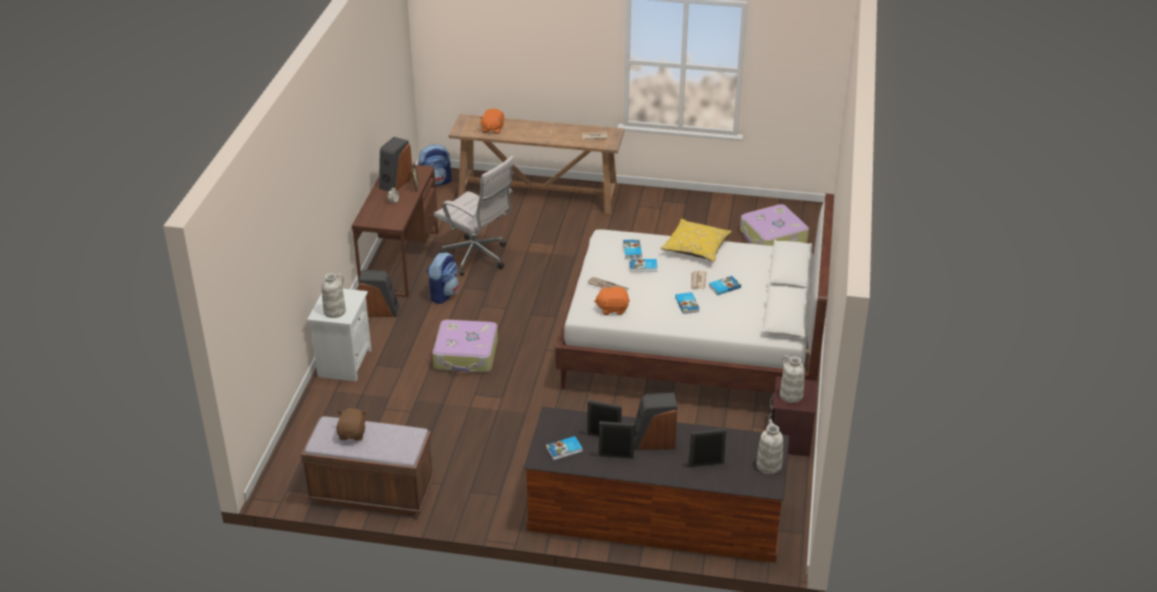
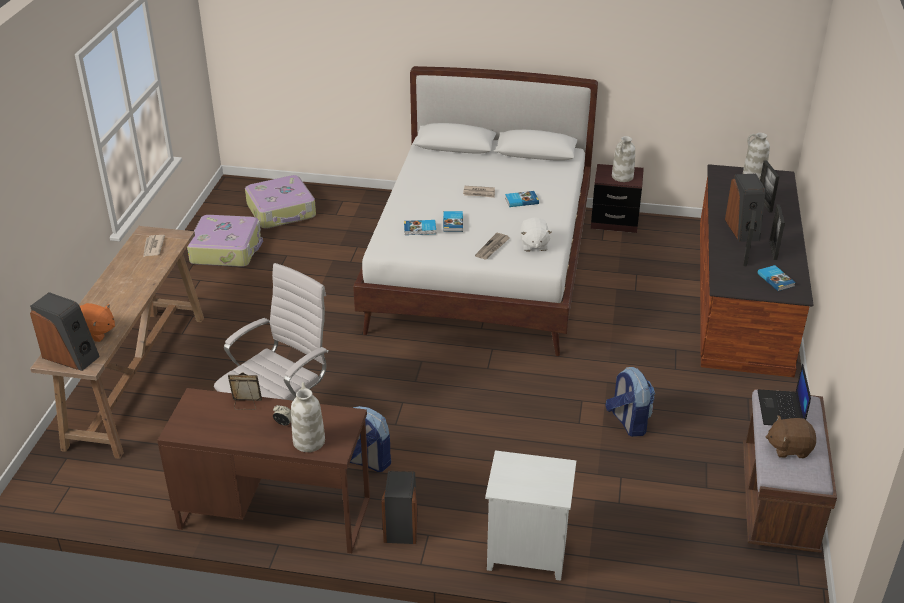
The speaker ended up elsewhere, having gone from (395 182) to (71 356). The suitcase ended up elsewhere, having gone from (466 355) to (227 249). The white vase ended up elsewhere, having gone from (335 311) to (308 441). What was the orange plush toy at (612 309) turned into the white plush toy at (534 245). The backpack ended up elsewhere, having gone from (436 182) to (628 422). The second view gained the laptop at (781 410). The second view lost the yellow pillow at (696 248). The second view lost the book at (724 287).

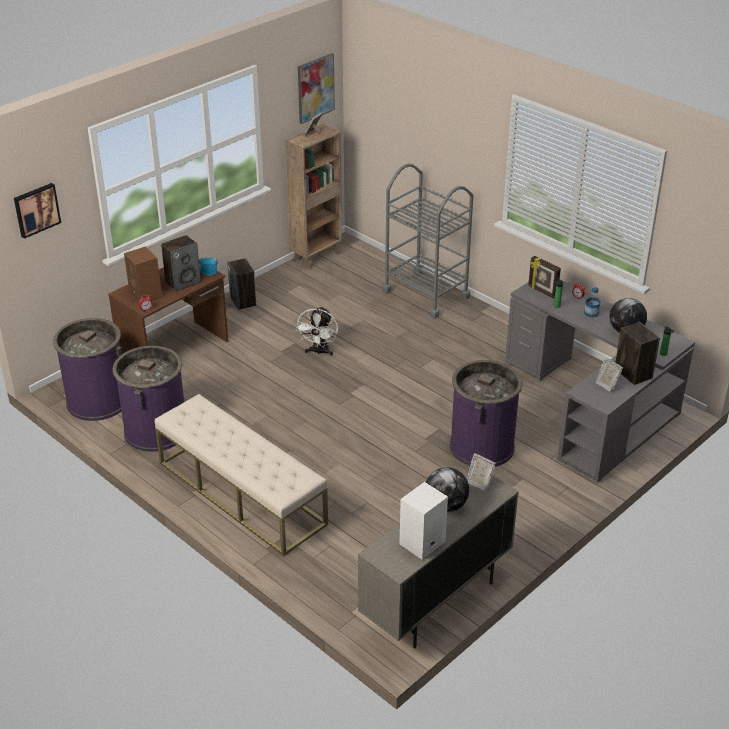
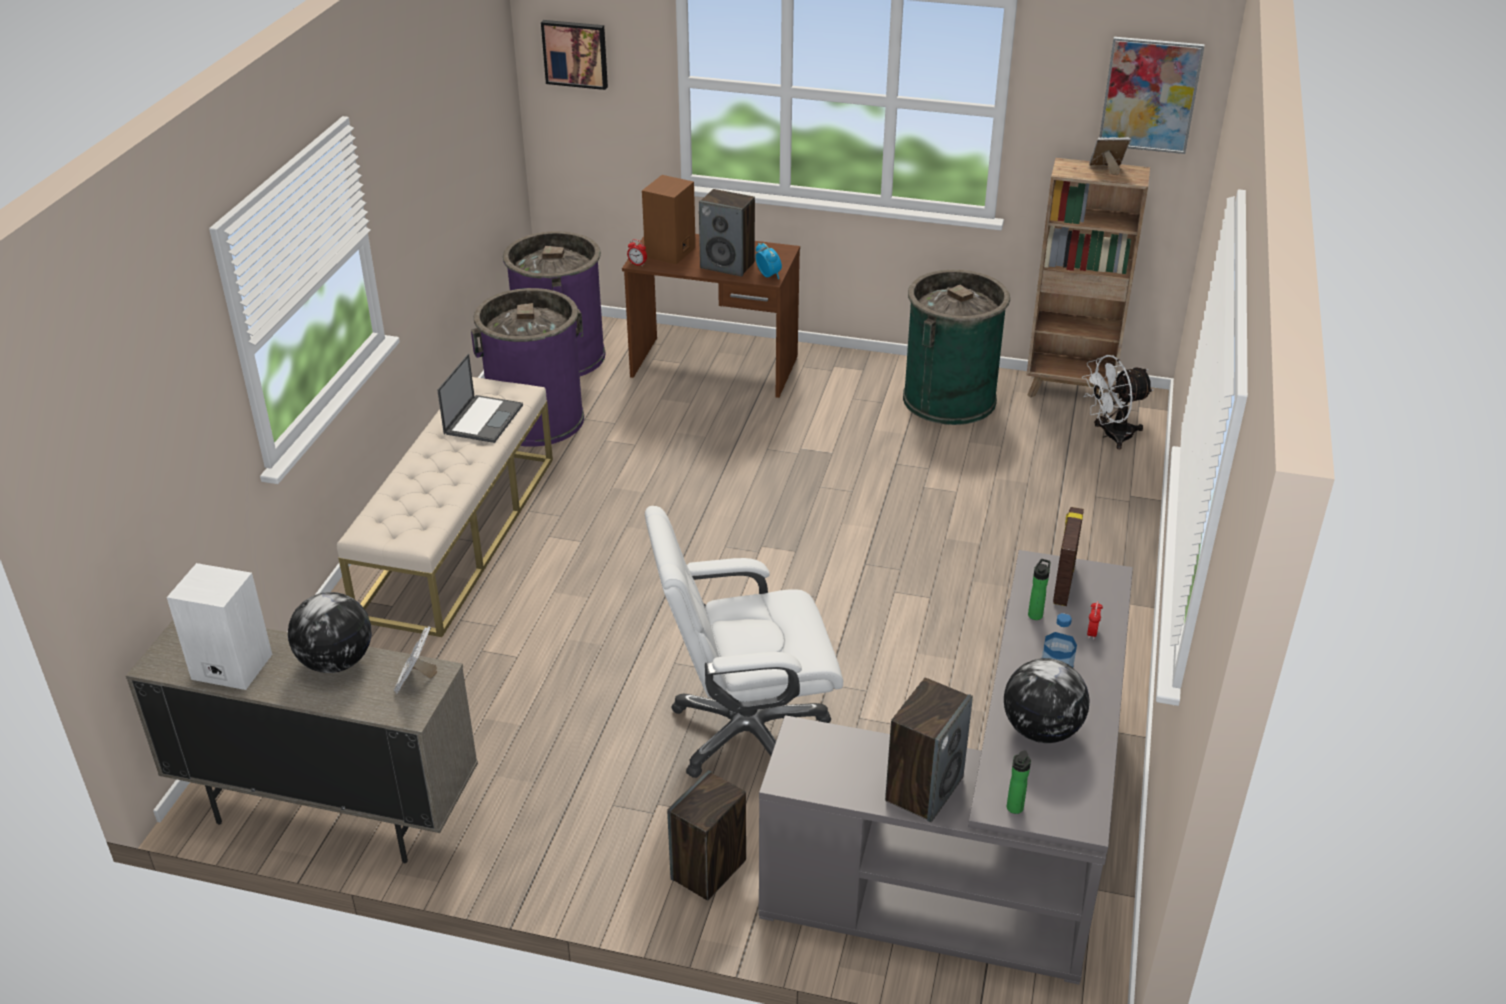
The second view gained the laptop at (483 419). Where the purple trash can stood at (482 446), the white office chair came to stand at (746 733). The speaker ended up elsewhere, having gone from (243 301) to (708 870). The second view gained the green trash can at (949 399). The white fan ended up elsewhere, having gone from (319 352) to (1110 436). The second view lost the grey cart at (426 294). The second view lost the picture frame at (606 385).

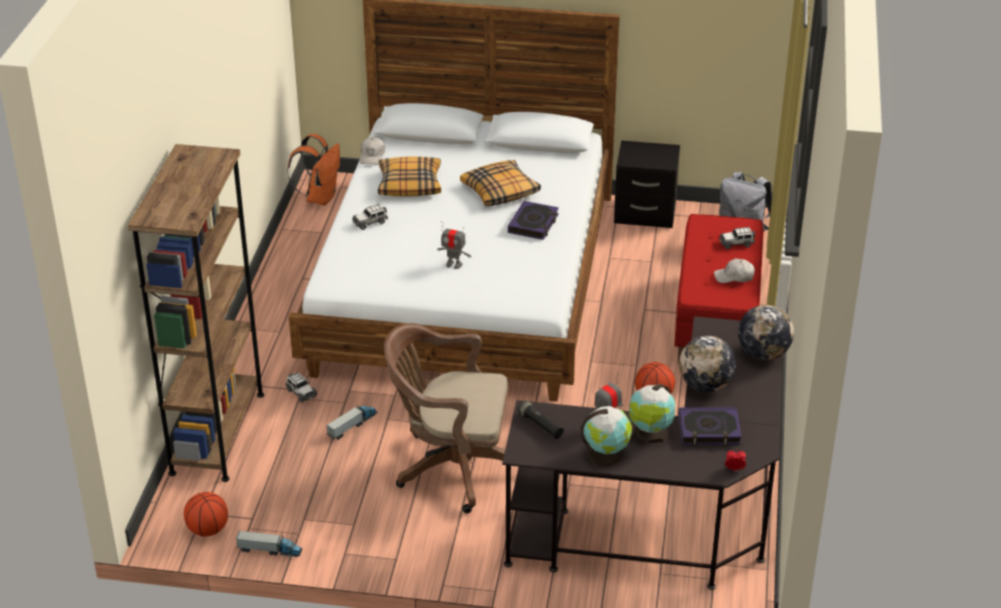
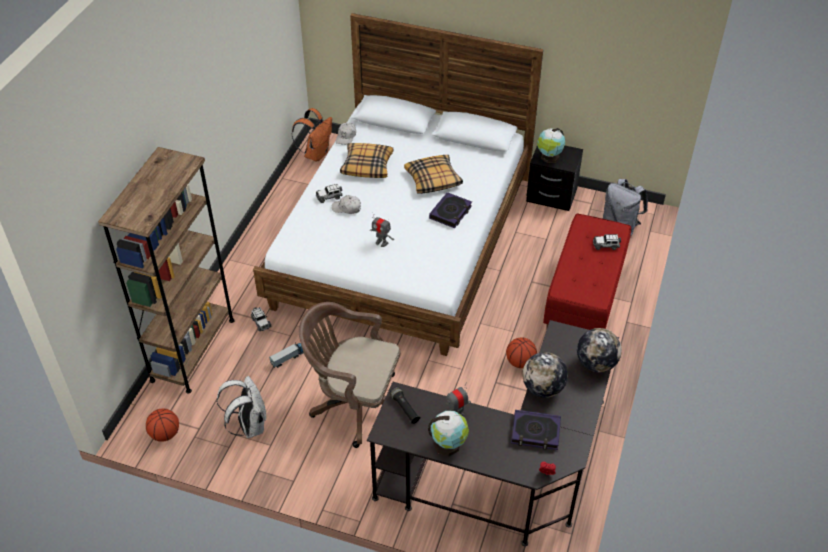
The second view gained the white backpack at (249 426). The white cap ended up elsewhere, having gone from (734 277) to (347 208). The globe ended up elsewhere, having gone from (650 433) to (549 157). The second view lost the toy truck at (270 550).

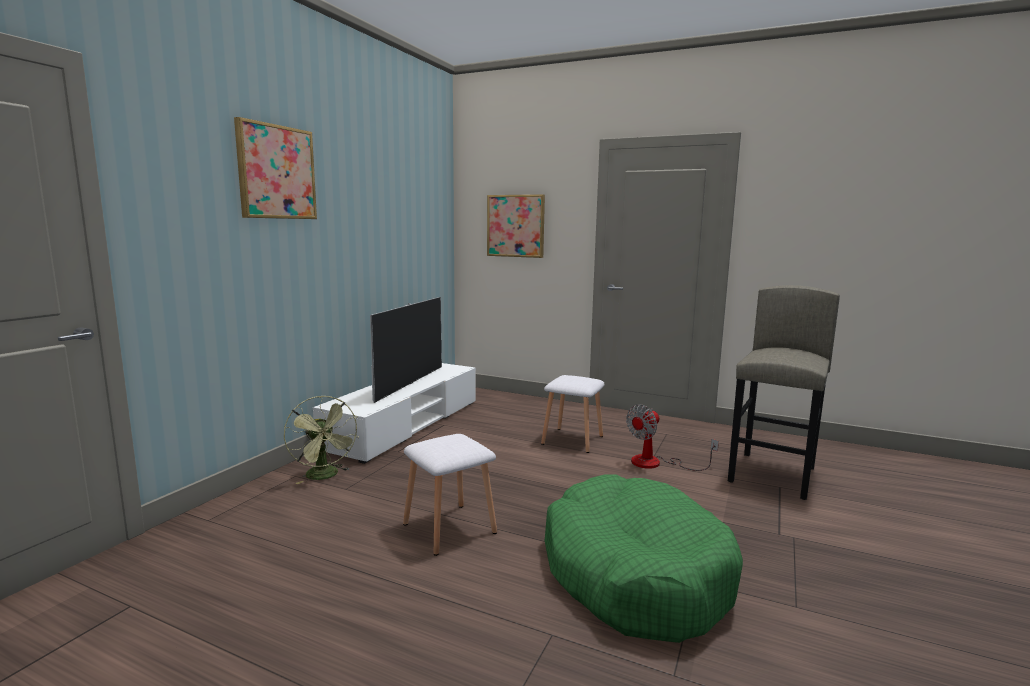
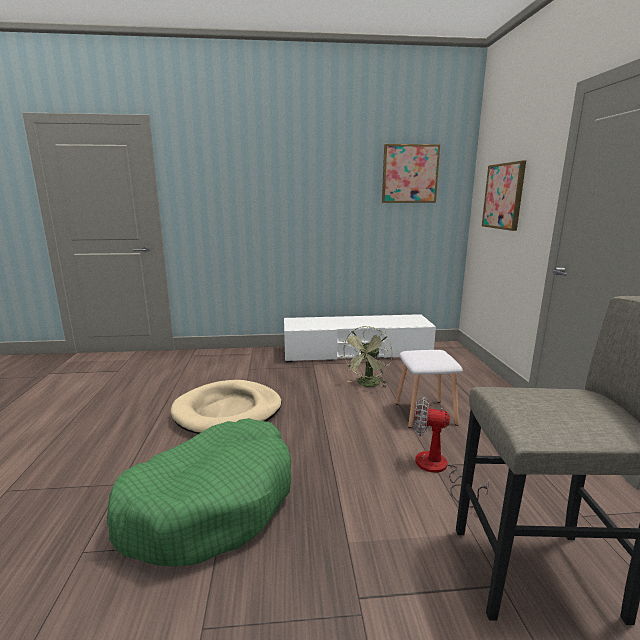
Where the white stool stood at (450 527), the beige dog bed came to stand at (228 411). The green fan ended up elsewhere, having gone from (325 476) to (367 384). The picture ended up elsewhere, having gone from (276 172) to (410 174). The second view lost the television at (410 383).

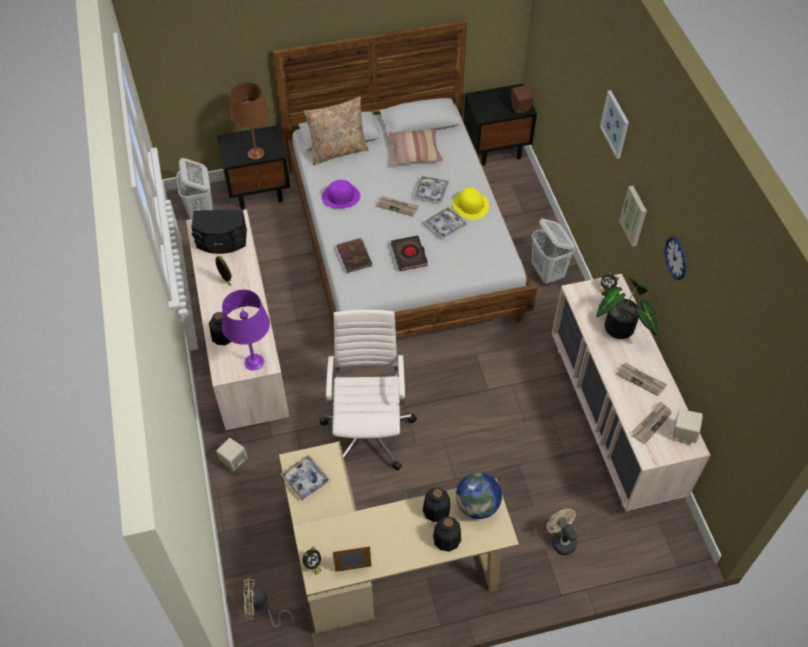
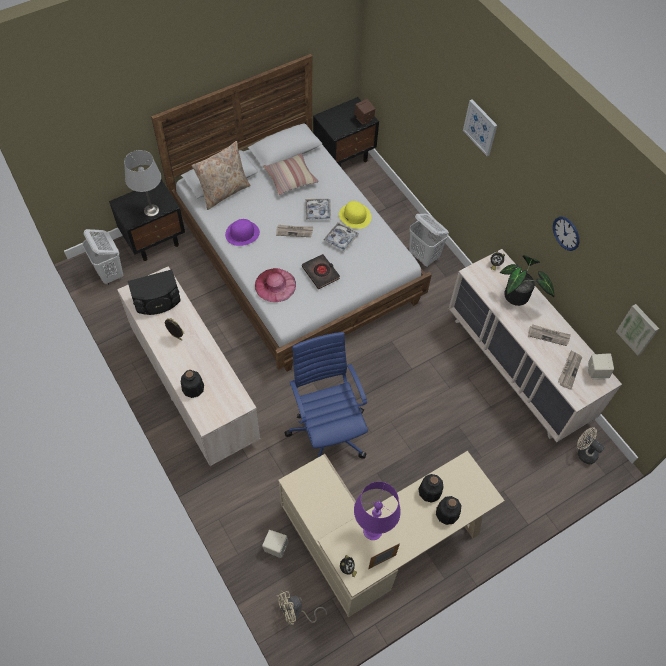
What was the brown table lamp at (256 153) turned into the grey table lamp at (151 210). Where the brown book stood at (355 256), the pink hat came to stand at (275 285). The beige speaker ended up elsewhere, having gone from (233 461) to (275 547). What was the white office chair at (368 430) turned into the blue office chair at (328 431). The purple table lamp ended up elsewhere, having gone from (254 362) to (372 530). The beige fan ended up elsewhere, having gone from (561 540) to (584 452). The picture ended up elsewhere, having gone from (634 216) to (638 329). The second view lost the tray at (305 480). The second view lost the globe at (477 505).

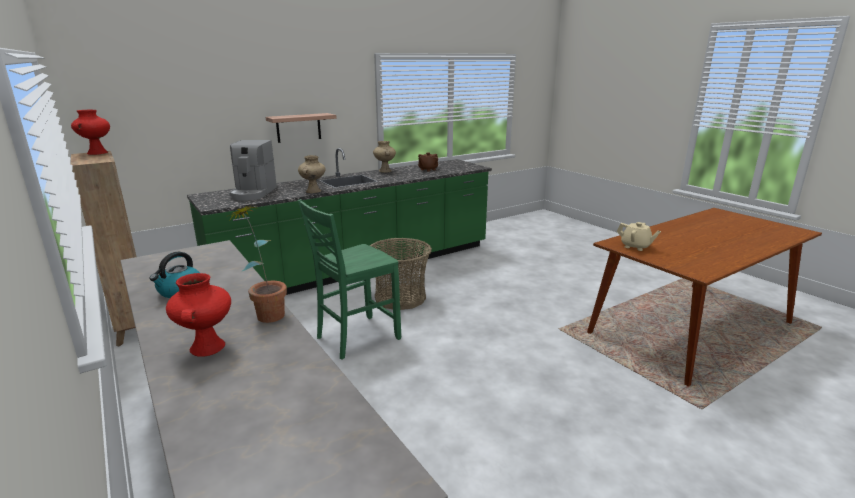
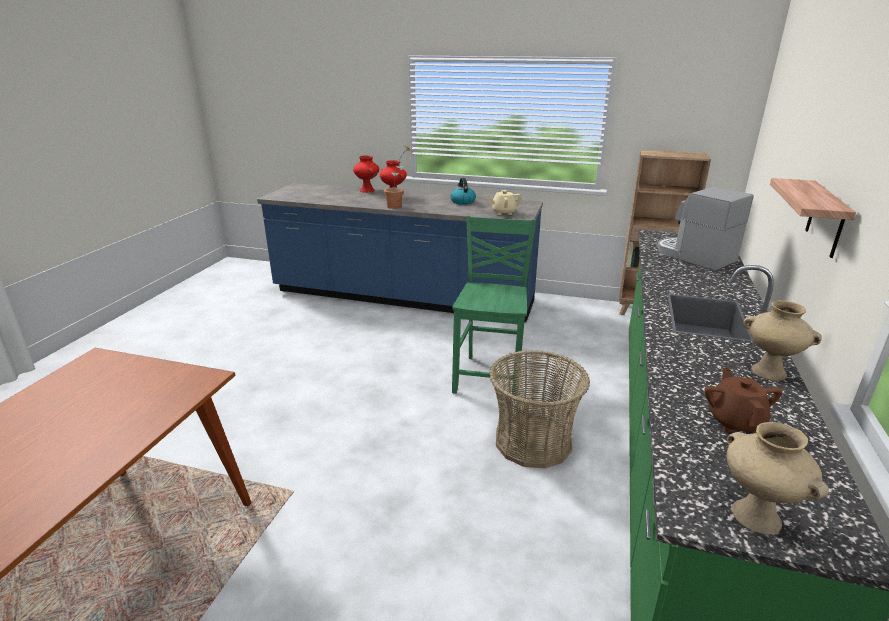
The red vase ended up elsewhere, having gone from (97 153) to (367 190). The beige teapot ended up elsewhere, having gone from (635 246) to (503 212). The beige vase ended up elsewhere, having gone from (313 191) to (754 516).

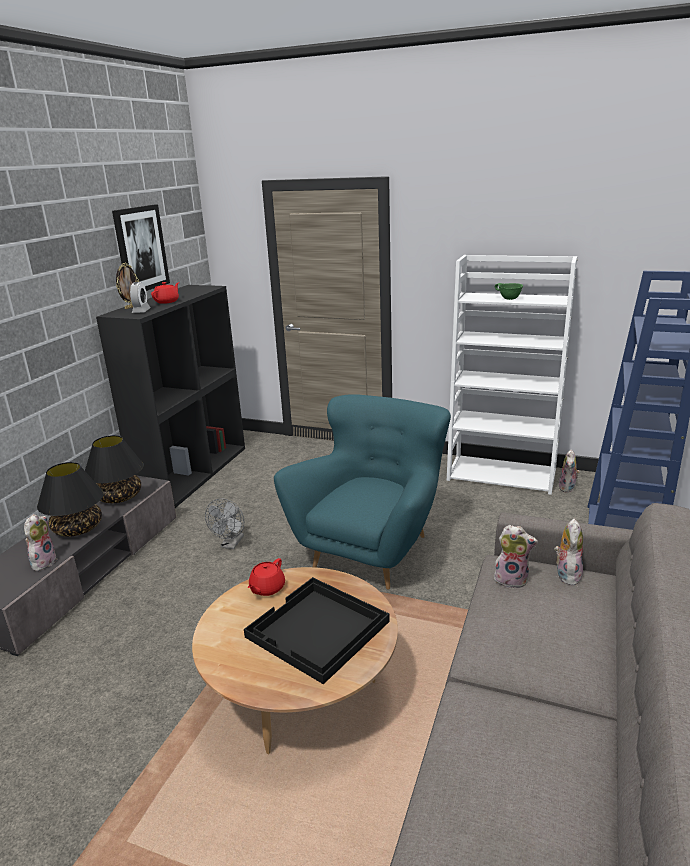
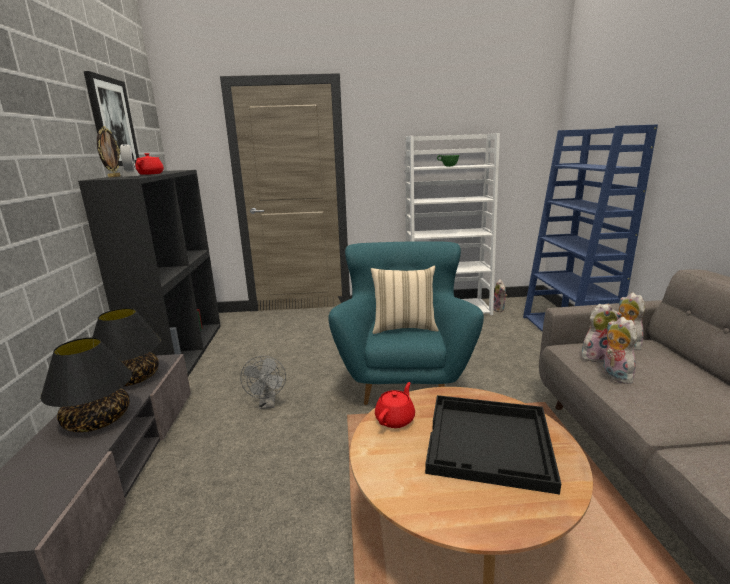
The second view gained the beige pillow at (404 327). The red teapot at (267 588) ended up facing another way, 150 degrees counterclockwise from before. The plush toy ended up elsewhere, having gone from (43 562) to (614 375).

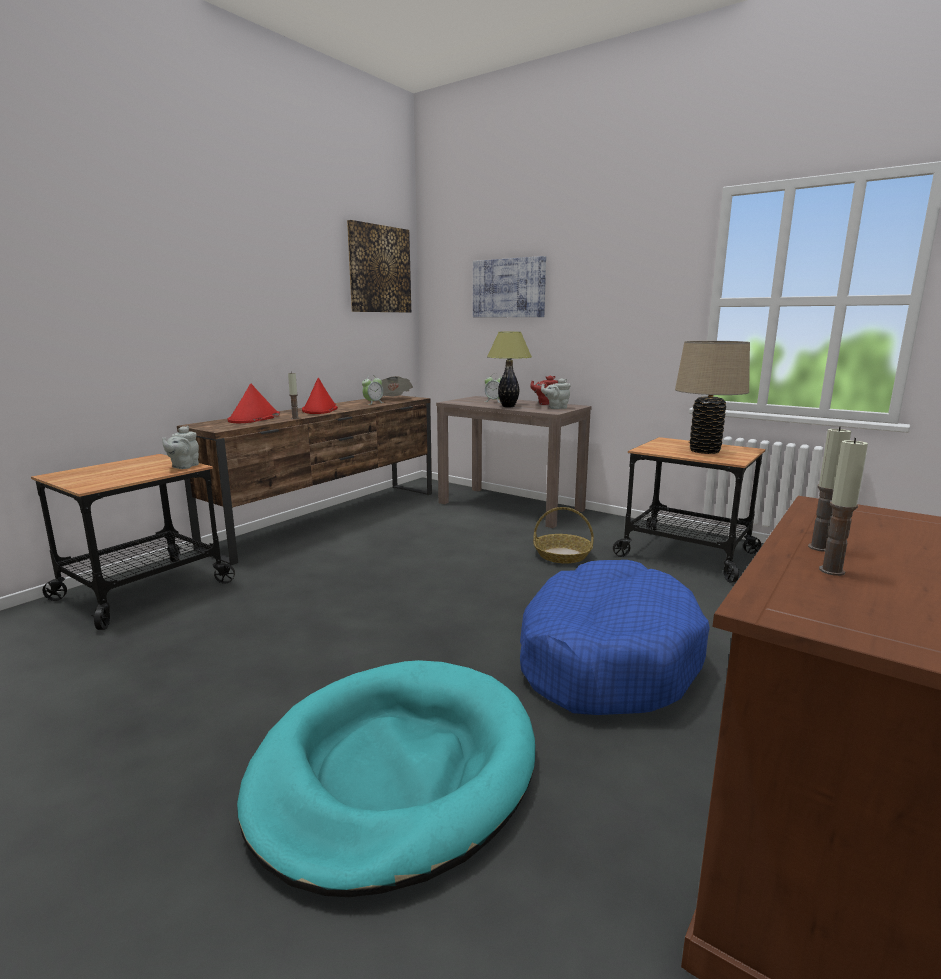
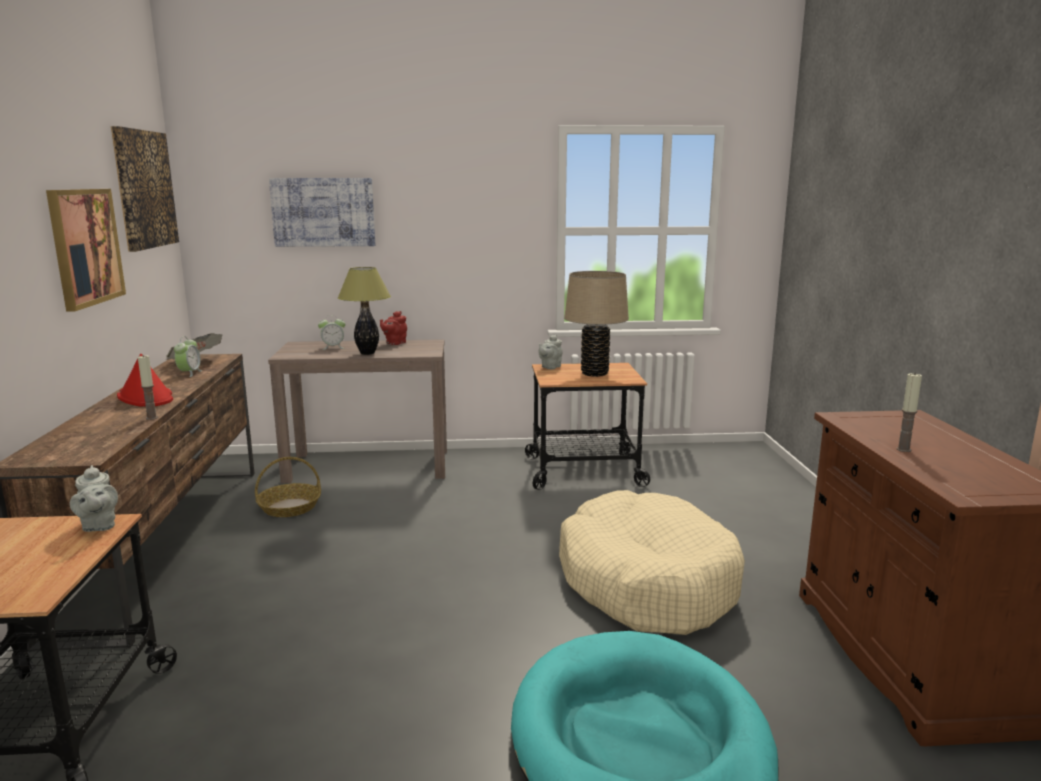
The second view gained the picture at (85 247). The basket ended up elsewhere, having gone from (562 555) to (290 507). The grey teapot ended up elsewhere, having gone from (556 408) to (550 367). What was the blue dog bed at (605 657) turned into the beige dog bed at (646 582). The second view lost the red hat at (254 418). The second view lost the candle at (831 571).

